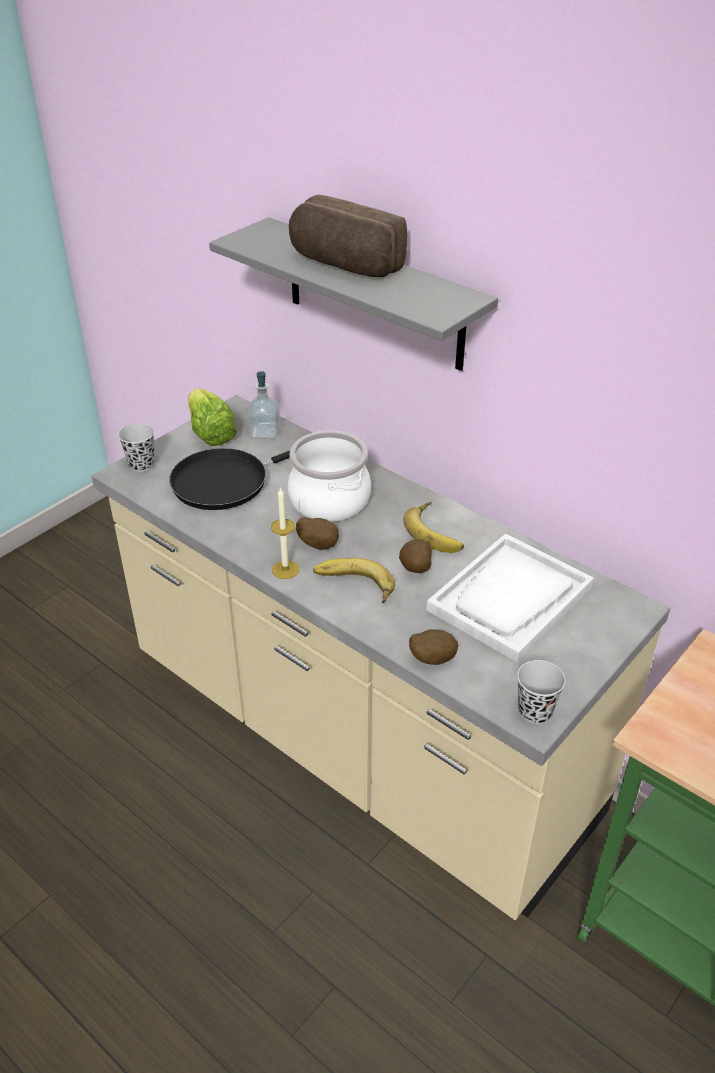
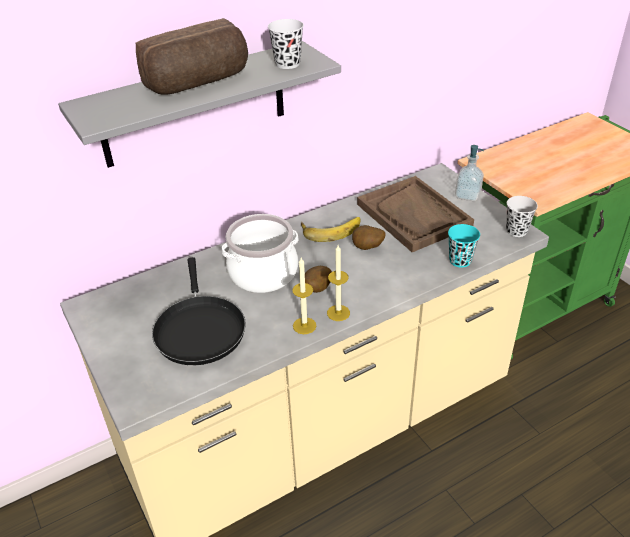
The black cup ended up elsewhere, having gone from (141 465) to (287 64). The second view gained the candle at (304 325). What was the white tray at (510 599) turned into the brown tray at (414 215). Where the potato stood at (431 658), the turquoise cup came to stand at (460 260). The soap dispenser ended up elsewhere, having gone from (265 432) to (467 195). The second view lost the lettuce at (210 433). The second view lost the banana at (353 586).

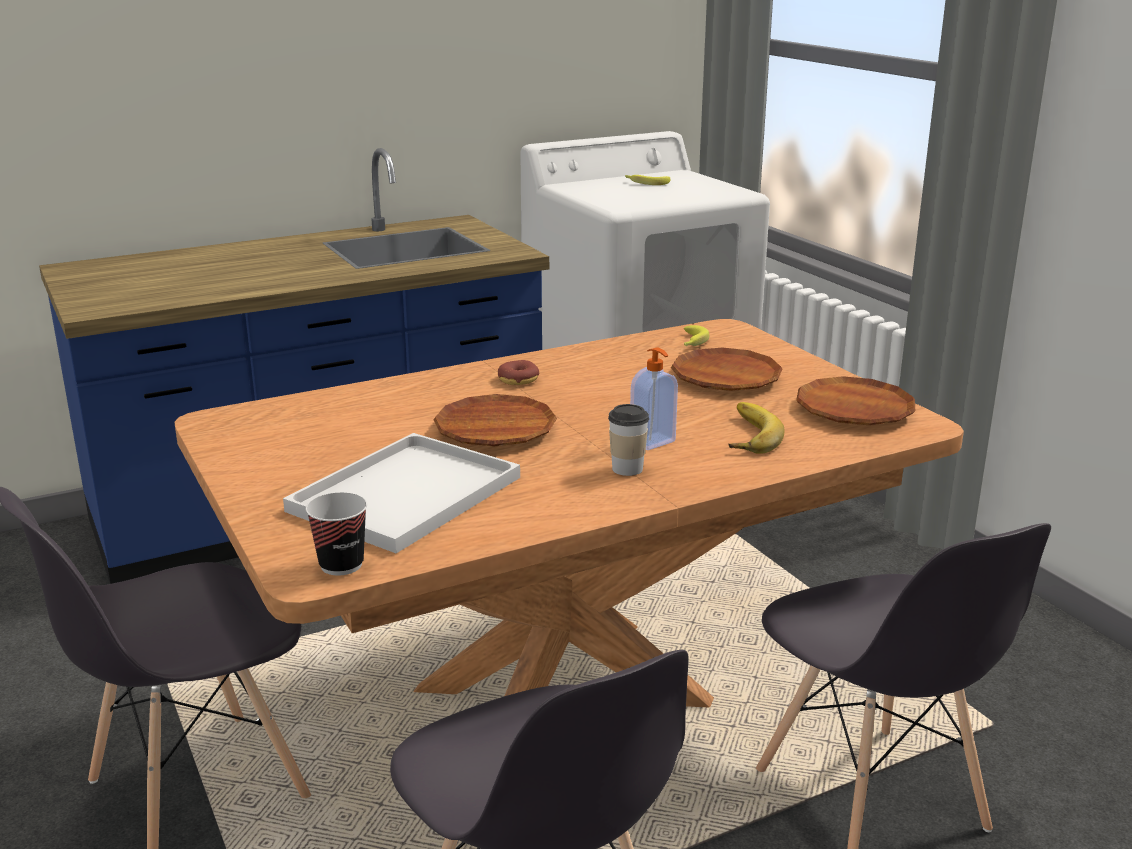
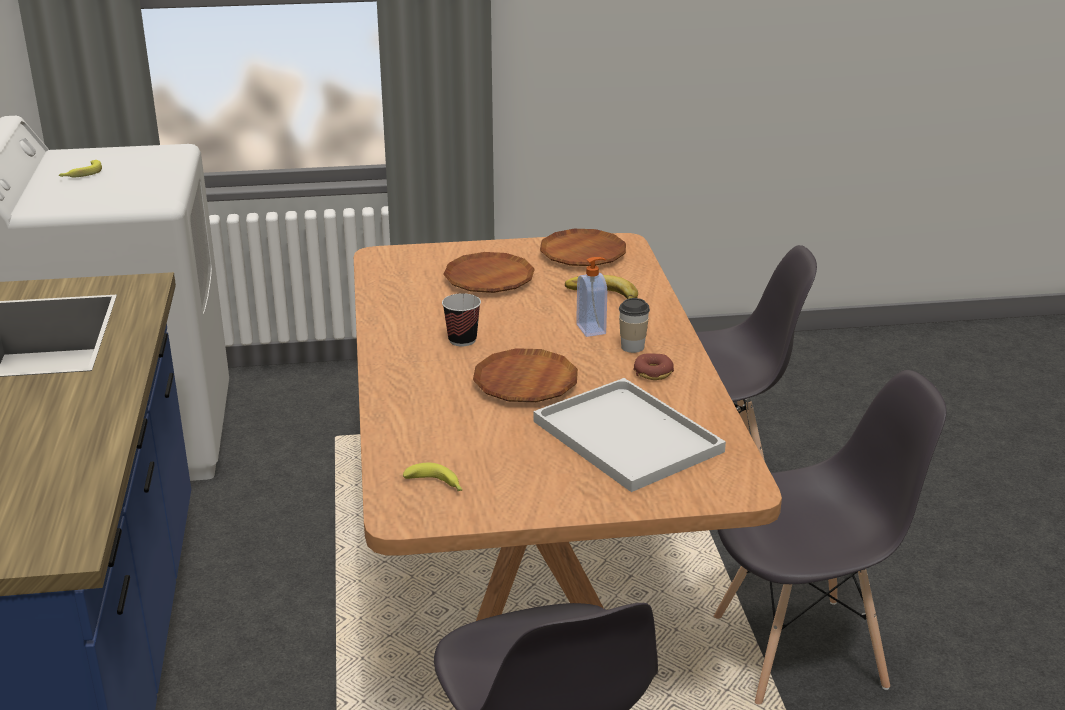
The banana ended up elsewhere, having gone from (691 342) to (437 485). The cup ended up elsewhere, having gone from (341 565) to (462 340). The donut ended up elsewhere, having gone from (518 379) to (653 372).

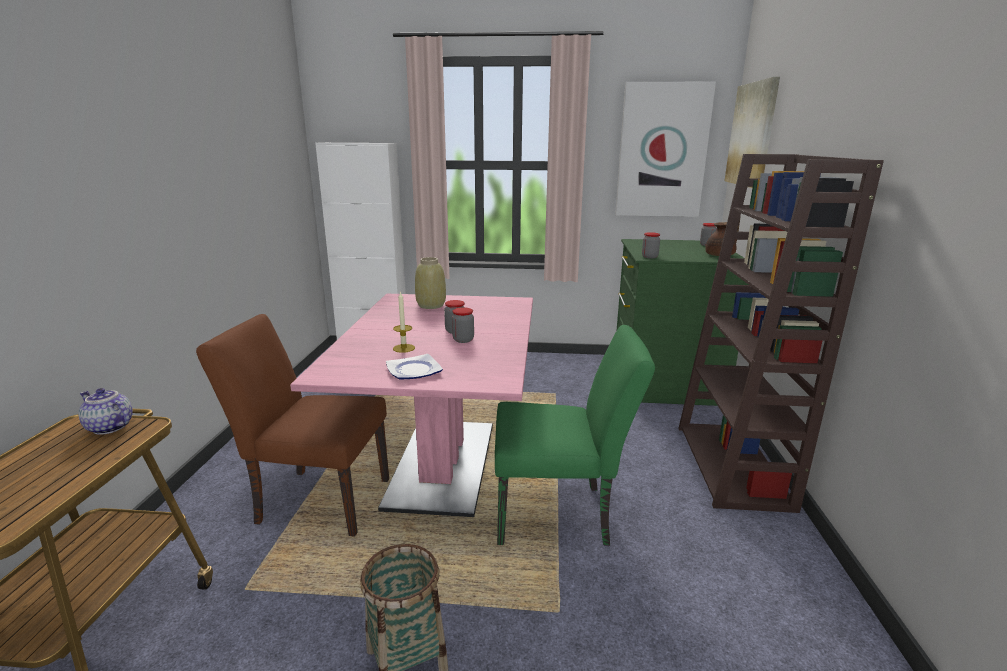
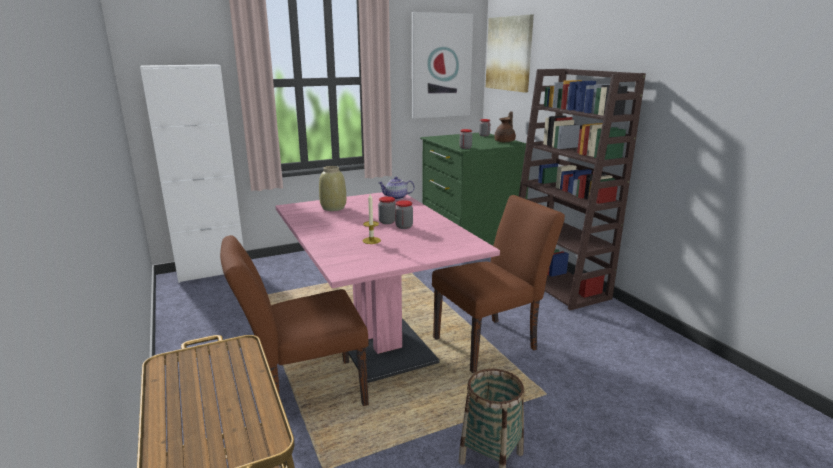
The teapot ended up elsewhere, having gone from (108 427) to (396 198). What was the green chair at (561 514) turned into the brown chair at (491 342). The second view lost the plate at (413 371).

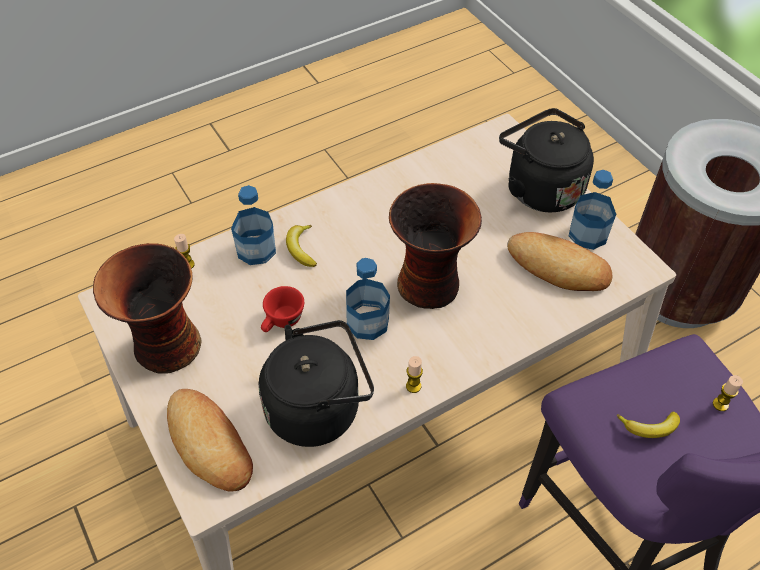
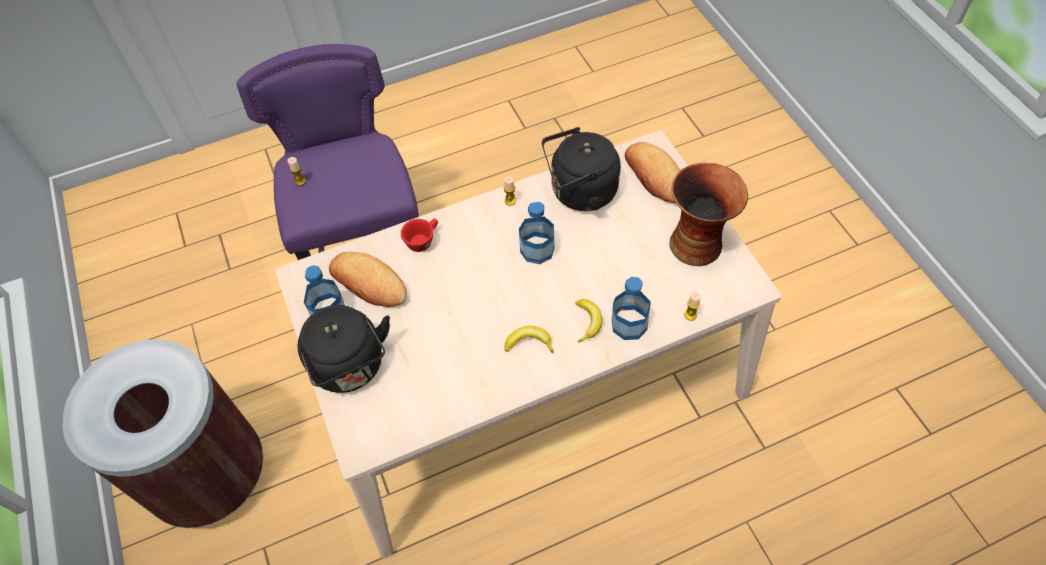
The red cup ended up elsewhere, having gone from (282 322) to (423 240). The banana ended up elsewhere, having gone from (649 427) to (529 342). The second view lost the vase at (431 284).

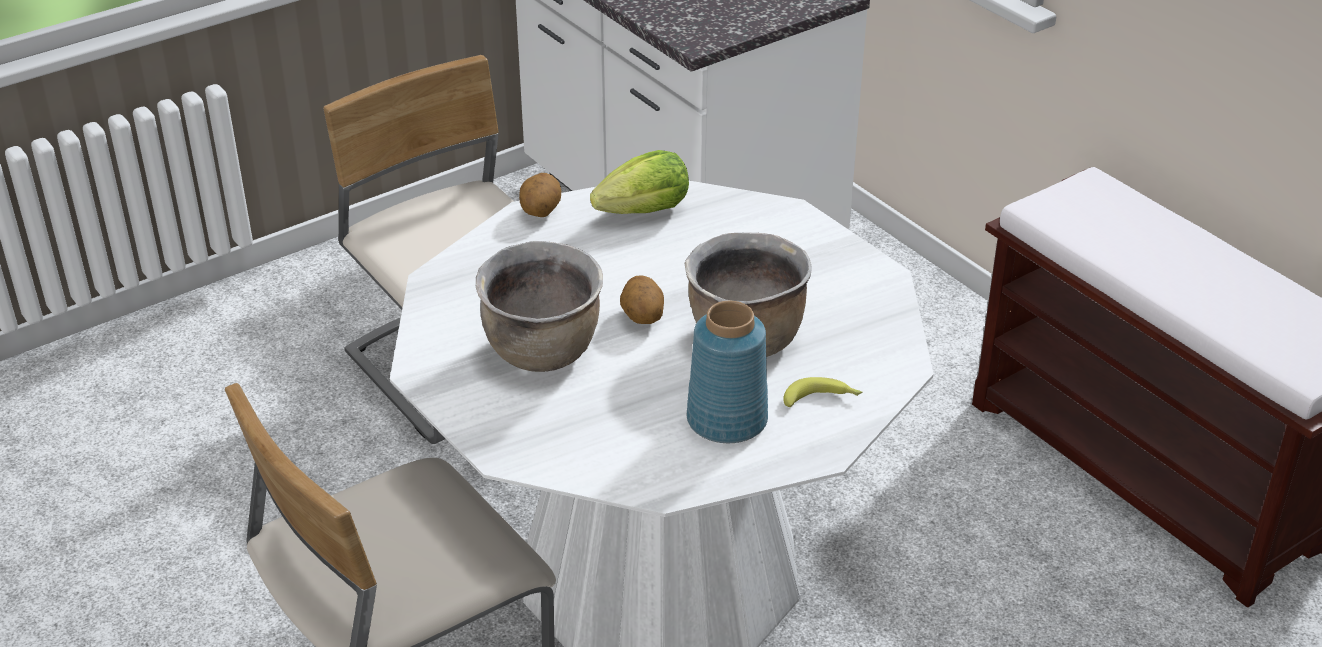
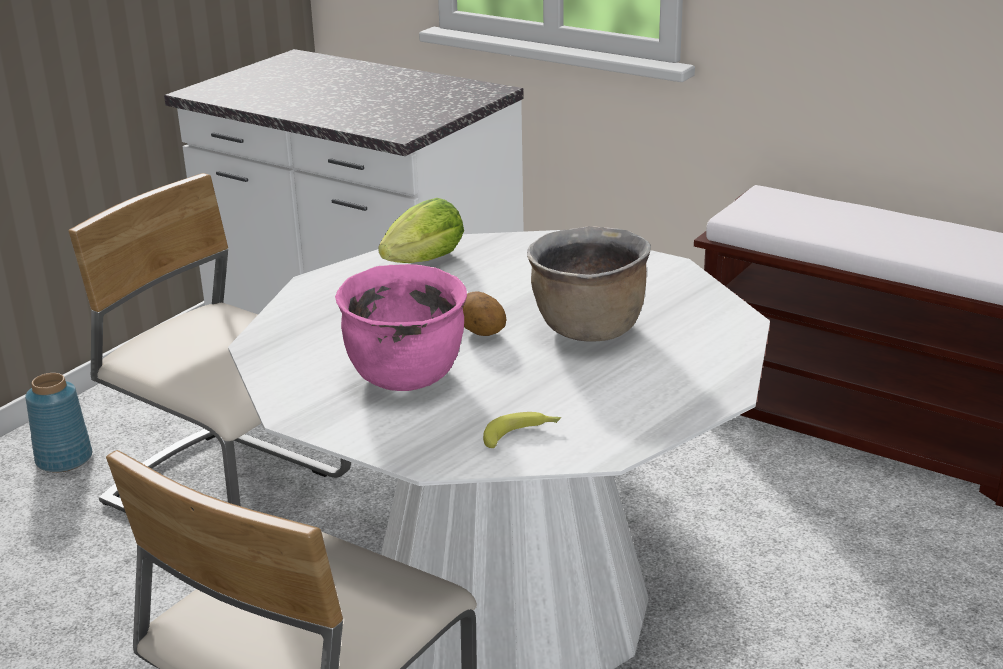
The blue vase ended up elsewhere, having gone from (728 420) to (65 459). What was the brown cooking pot at (543 352) turned into the pink cooking pot at (407 376). The banana ended up elsewhere, having gone from (822 399) to (522 435). The second view lost the potato at (540 212).

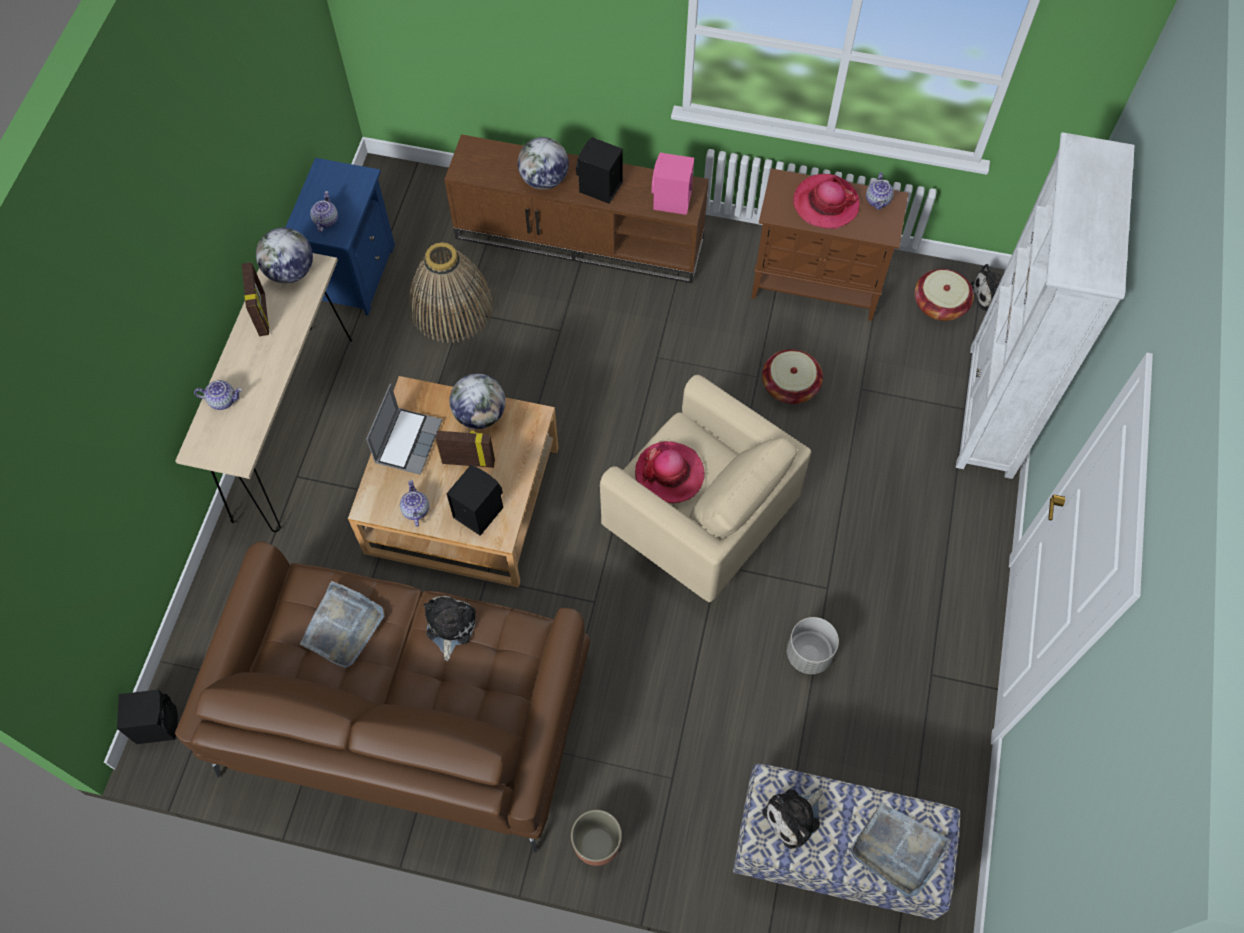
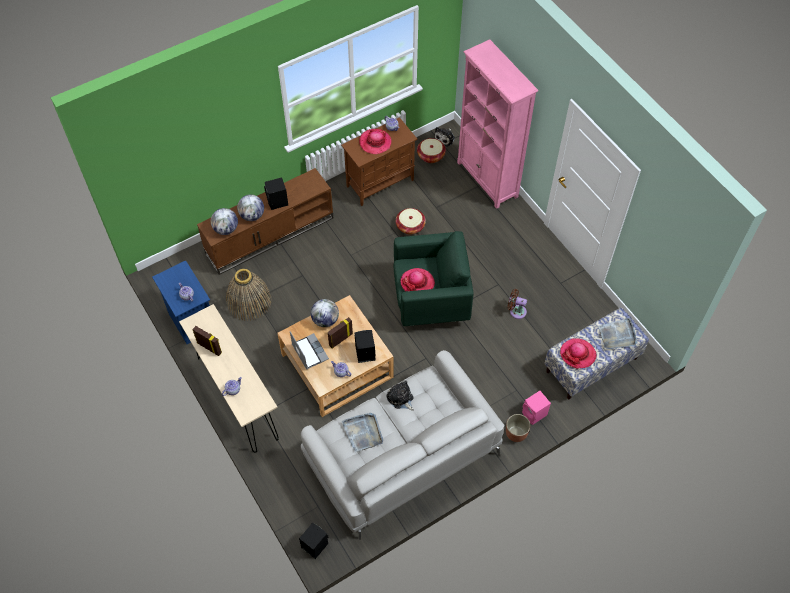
The globe ended up elsewhere, having gone from (290 272) to (226 229). What was the brown sofa at (403 711) turned into the grey sofa at (401 455). What was the beige armchair at (698 521) turned into the green armchair at (431 299). What was the white bookcase at (991 411) turned into the pink bookcase at (487 180). Where the grey planter stood at (808 654), the brown fan came to stand at (516 311). The pink speaker ended up elsewhere, having gone from (671 201) to (534 414). Where the plush toy stood at (794 817), the hat came to stand at (577 354).

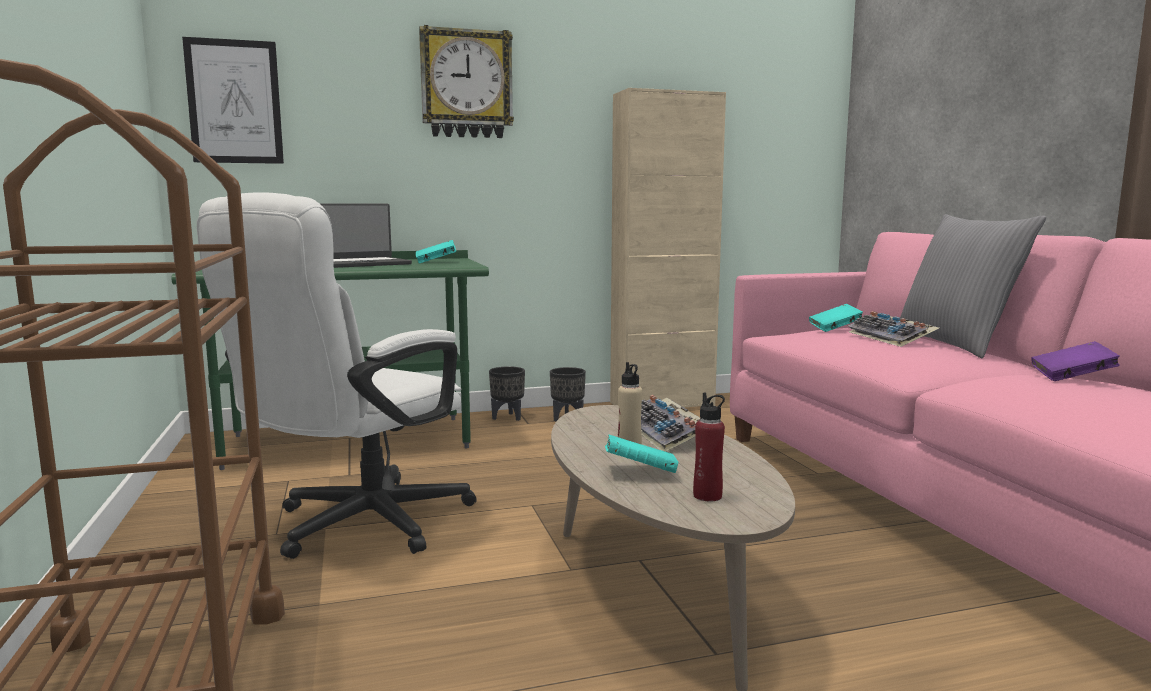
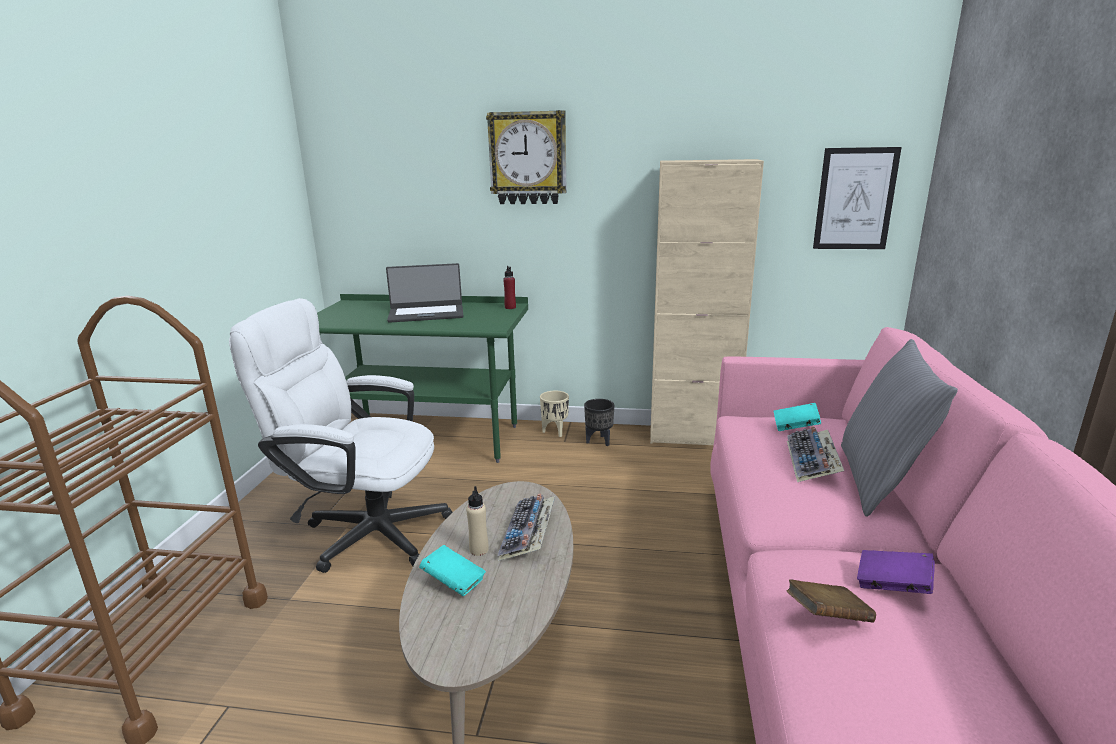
The white office chair at (356 526) ended up facing another way, 45 degrees clockwise from before. The red bottle ended up elsewhere, having gone from (707 496) to (510 307). What was the black planter at (508 417) turned into the beige planter at (555 431). The second view gained the brown book at (827 616). The picture ended up elsewhere, having gone from (234 102) to (855 199). The second view lost the turquoise book at (436 262).

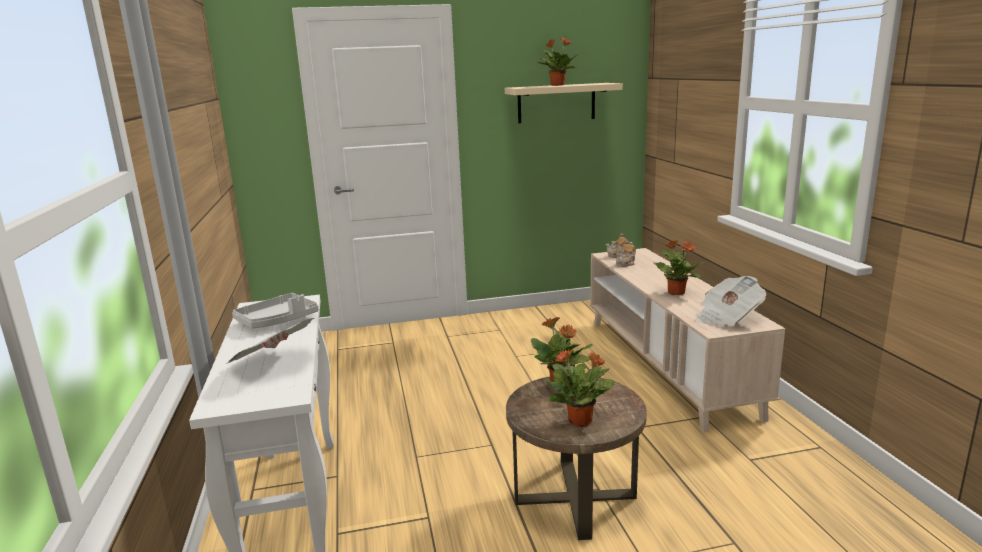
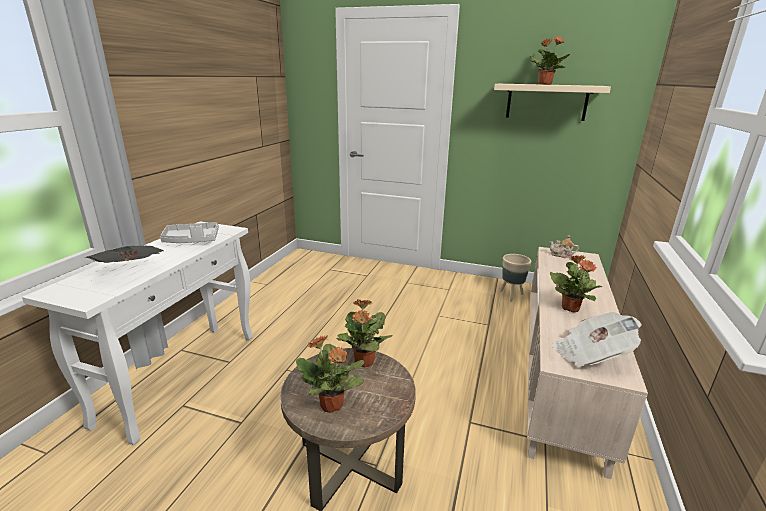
The second view gained the beige planter at (511 295). The second view lost the teapot at (626 264).

